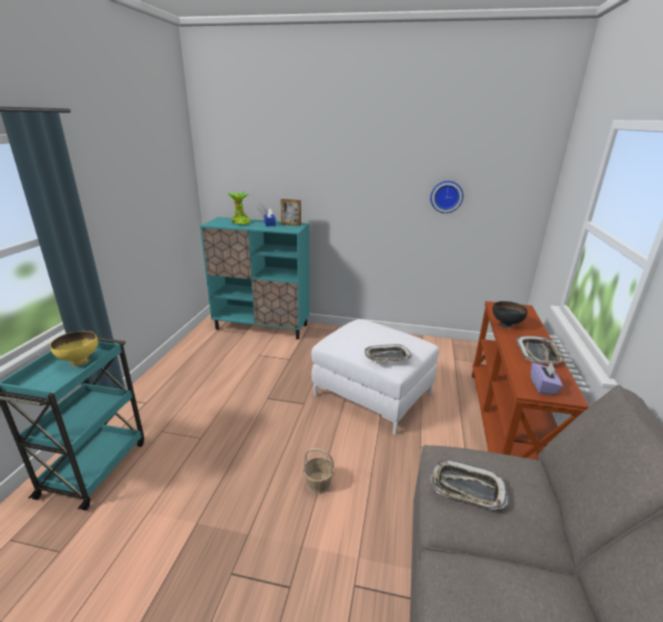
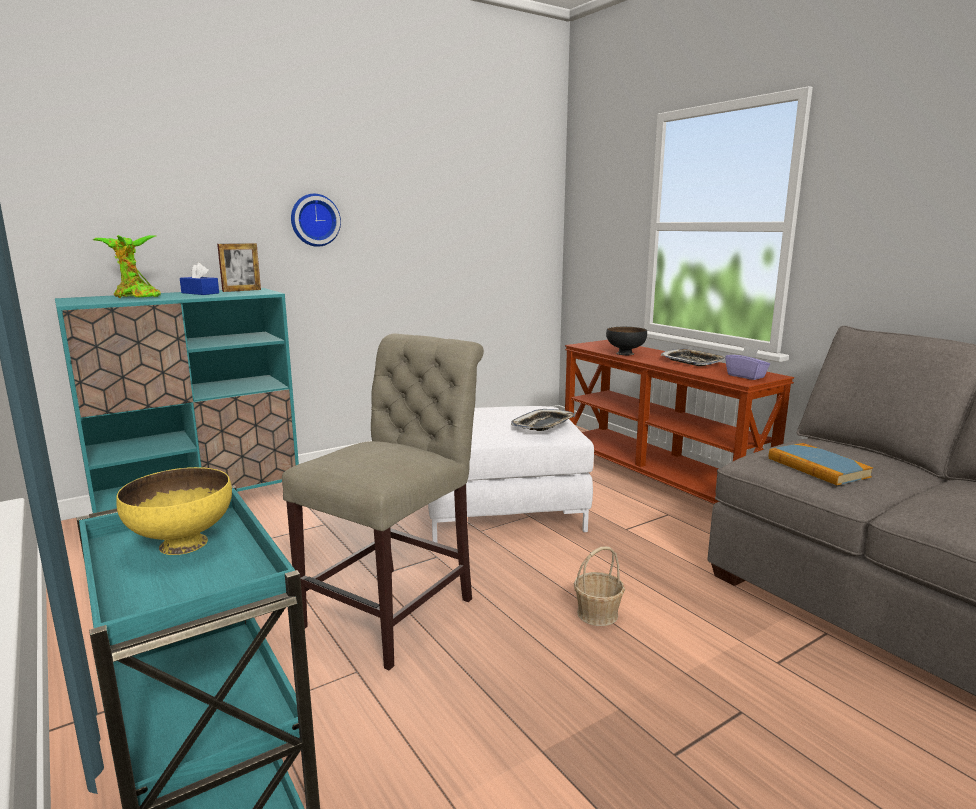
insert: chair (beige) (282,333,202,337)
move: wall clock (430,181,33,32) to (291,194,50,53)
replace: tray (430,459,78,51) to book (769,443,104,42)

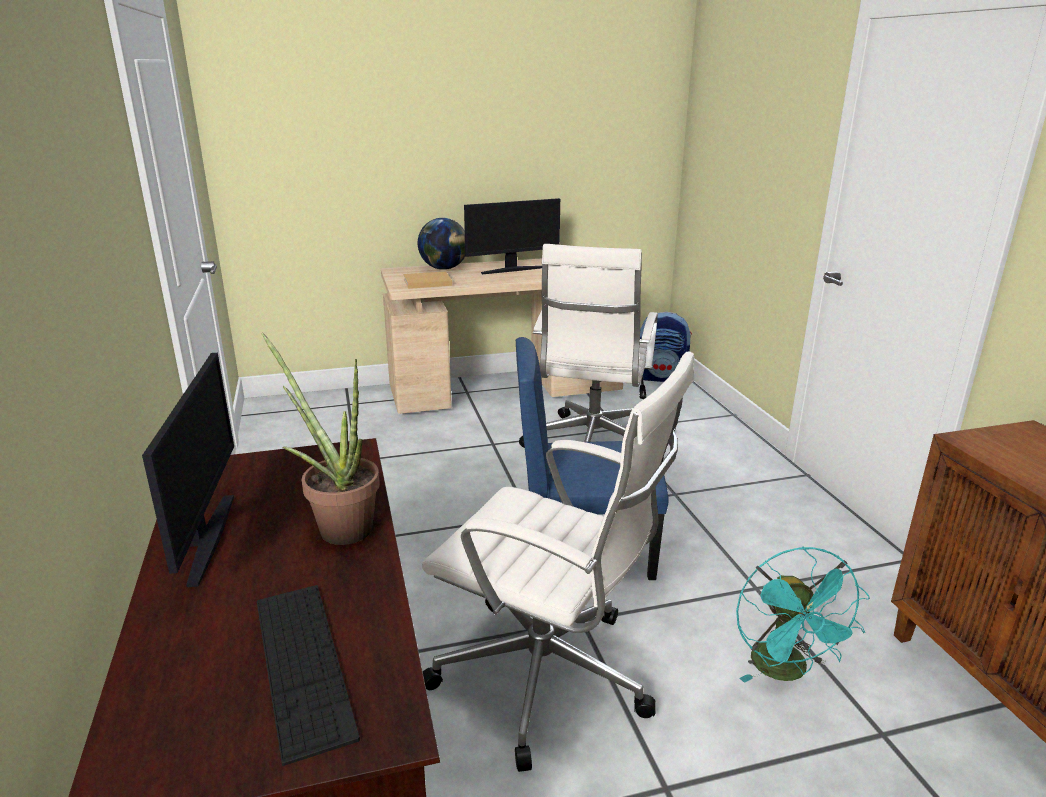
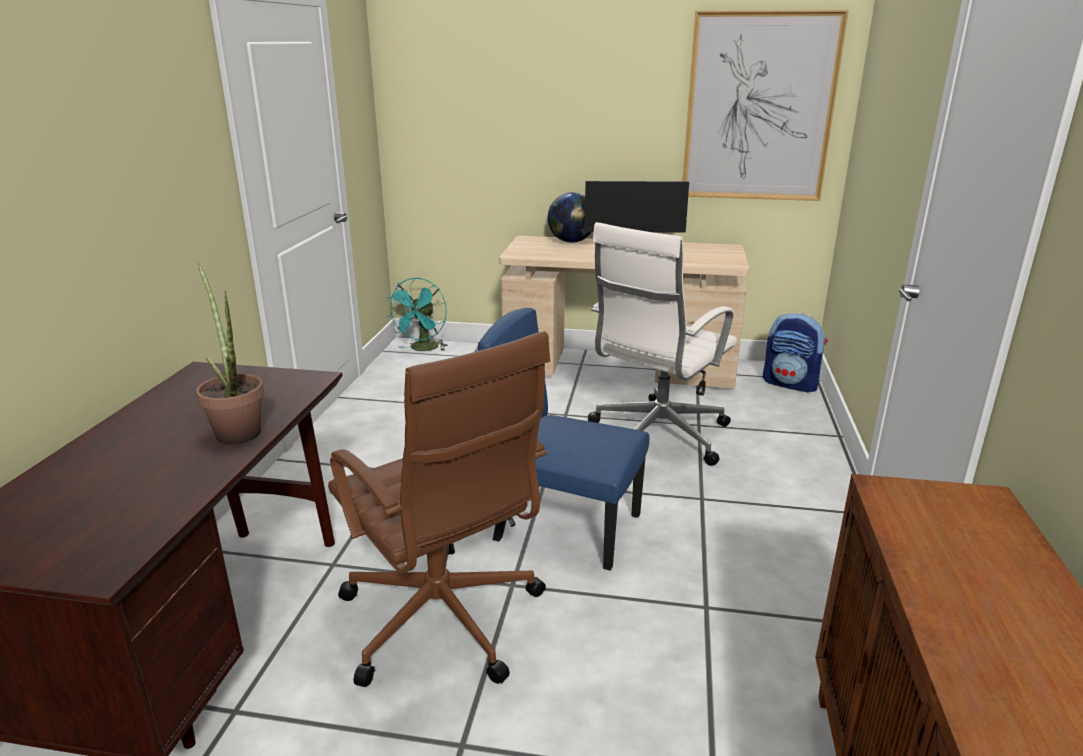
delete: book (beige) (403,271,49,18); monitor (142,353,92,234); keyboard (257,585,103,181)
insert: picture (682,10,167,191)
move: fan (turquoise) (736,546,134,137) to (386,278,62,73)
recolor: office chair (white) (422,351,272,421) to office chair (brown) (328,331,222,356)

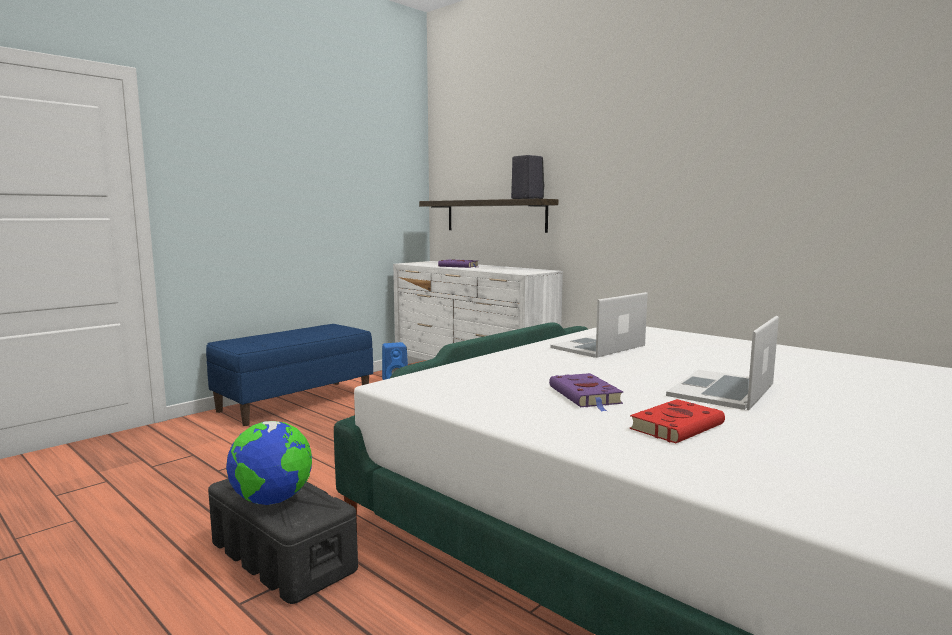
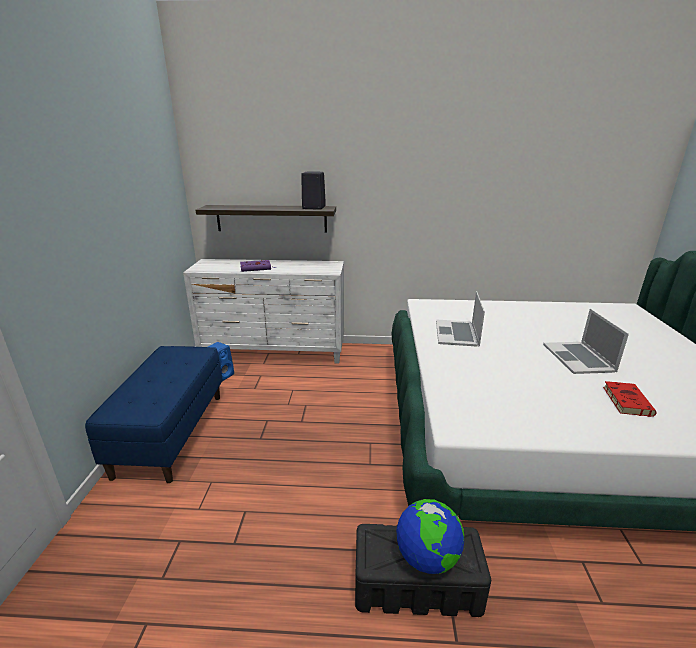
delete: book (purple) (549,373,74,38)

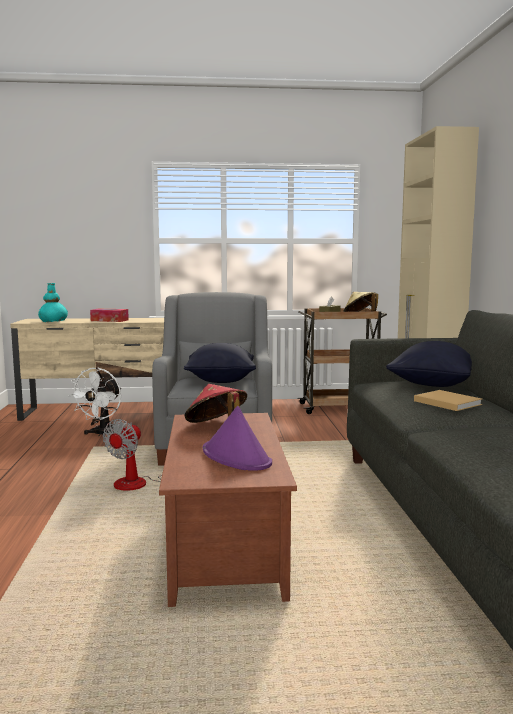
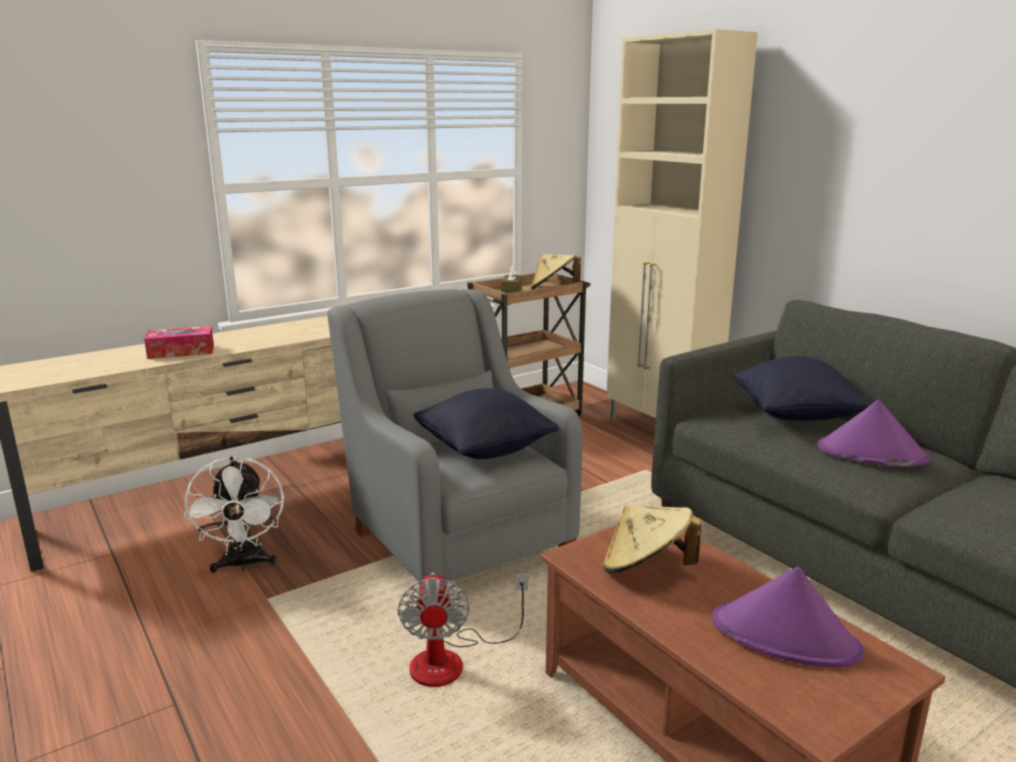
delete: vase (turquoise) (38,283,30,39)
replace: book (beige) (414,390,68,21) to hat (purple) (817,400,113,67)
recolor: hat (red) (184,384,63,39) to hat (beige) (603,505,99,68)

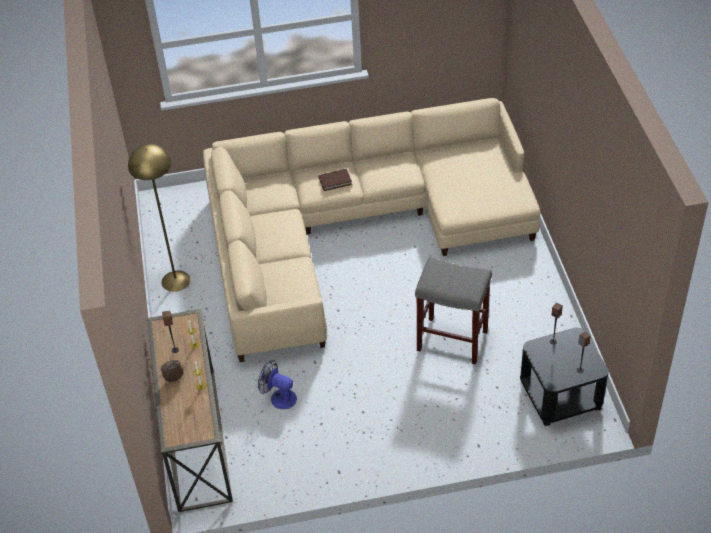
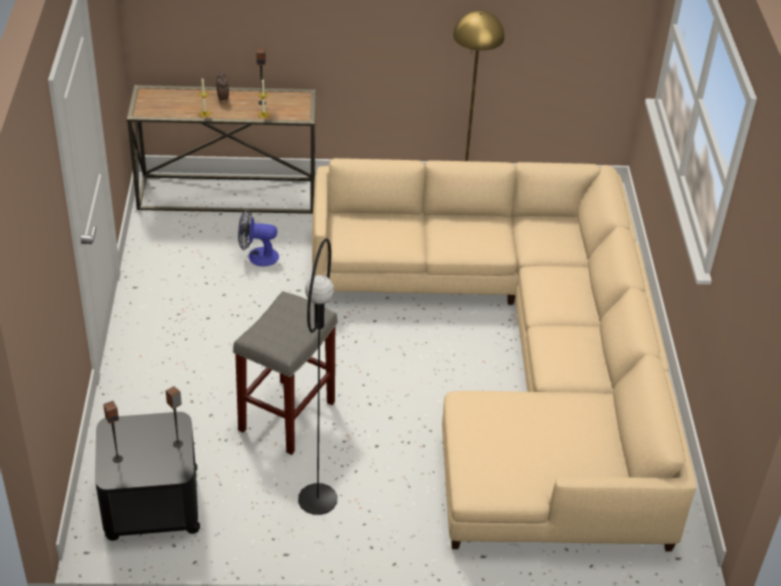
delete: book (brown) (318,169,34,22)
insert: floor lamp (black) (298,238,39,277)
rotate: fan (258,360,39,49) = (238,210,41,56) 120 degrees counterclockwise

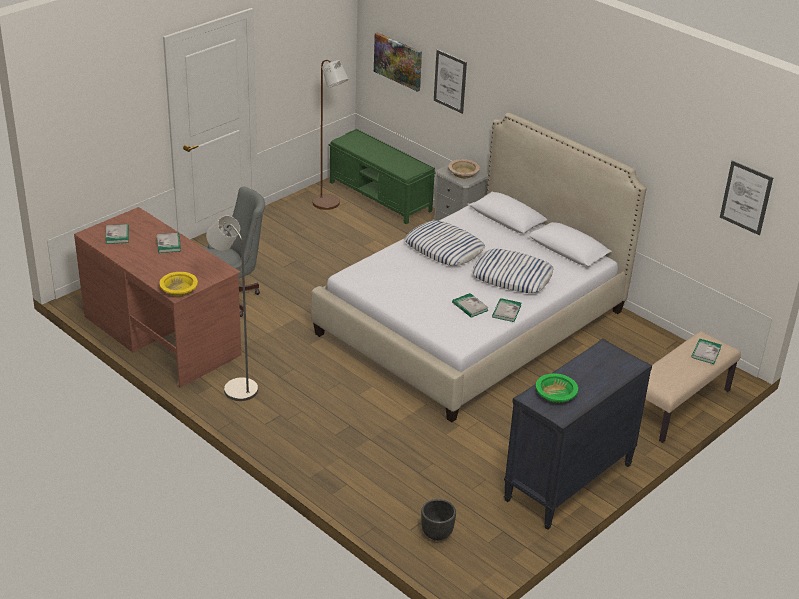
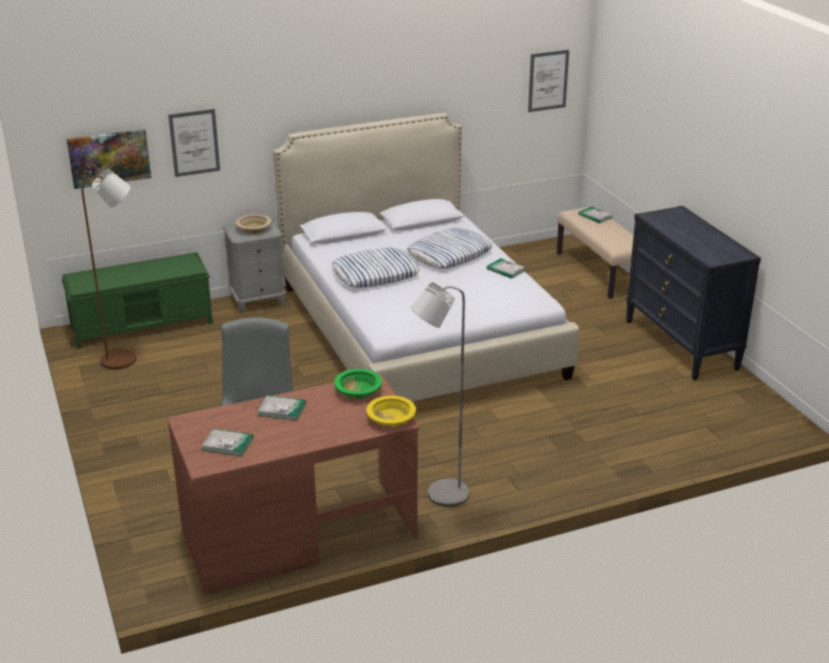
delete: book (452,293,37,24); planter (black) (421,499,35,42)
move: bowl (green) (536,374,42,29) to (334,369,48,30)

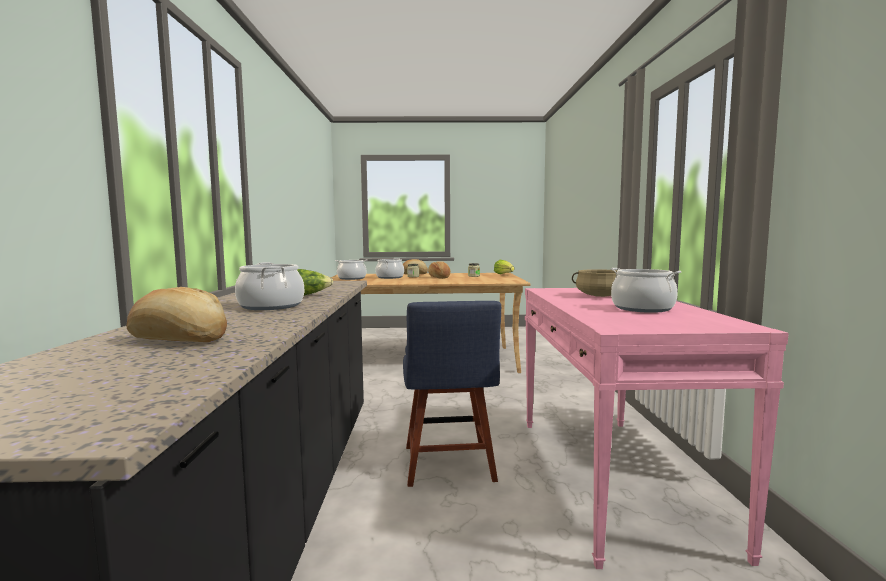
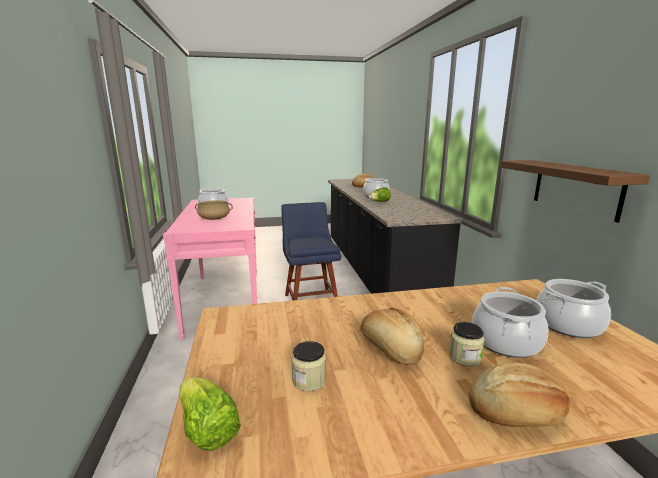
insert: shelf (brown) (500,160,150,63)

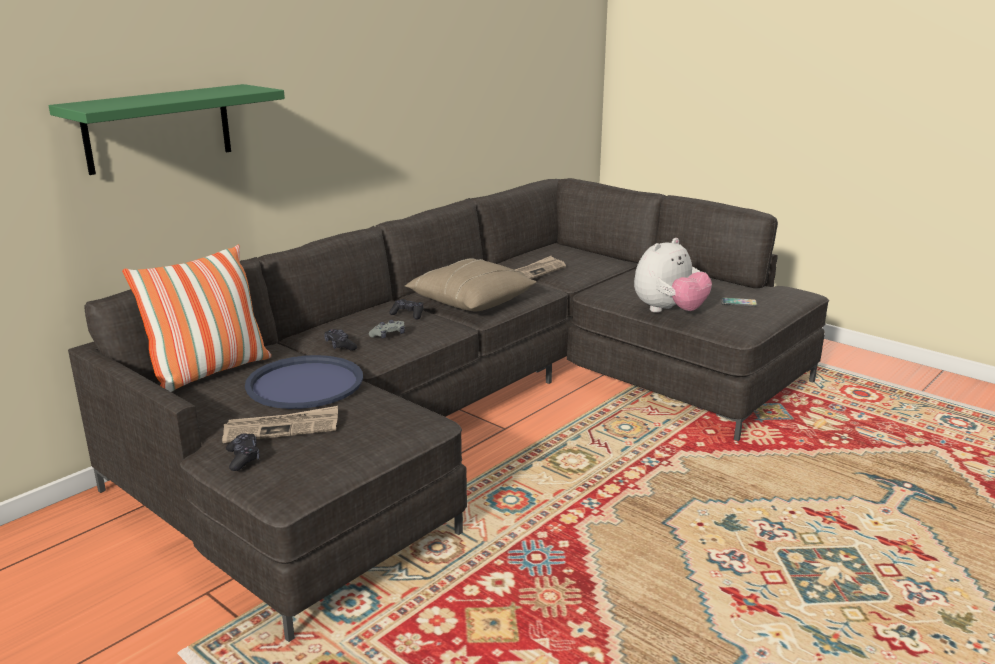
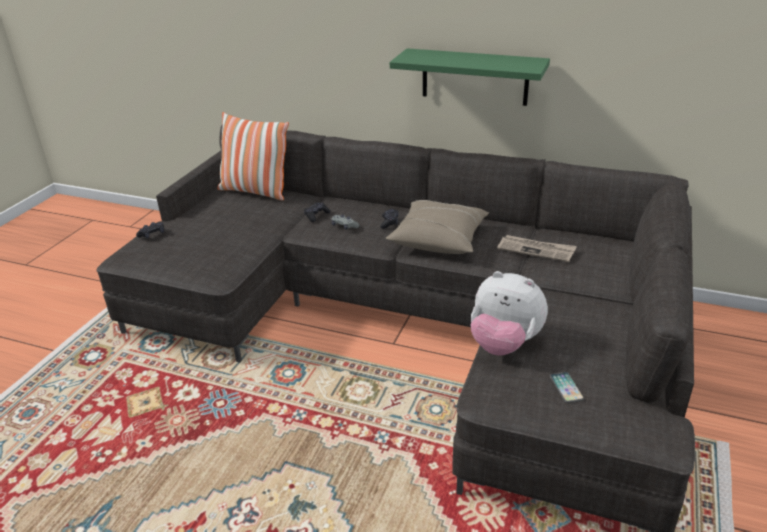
delete: tray (blue) (245,355,118,54); newspaper (222,406,116,37)
move: shelf (green) (49,84,236,91) to (390,48,160,58)

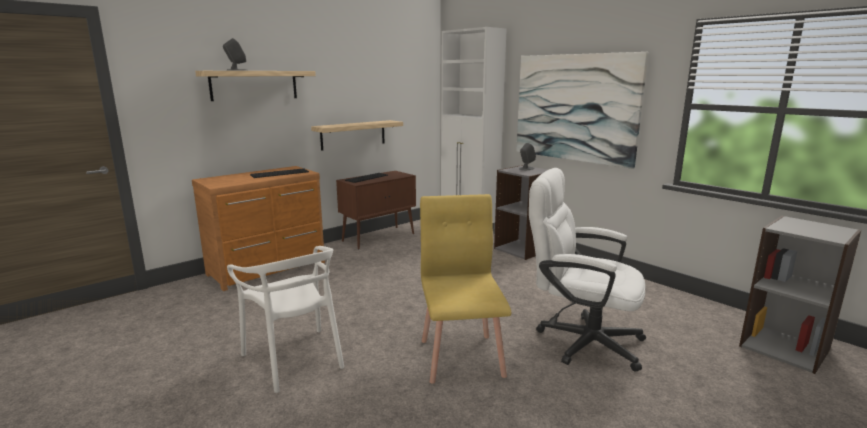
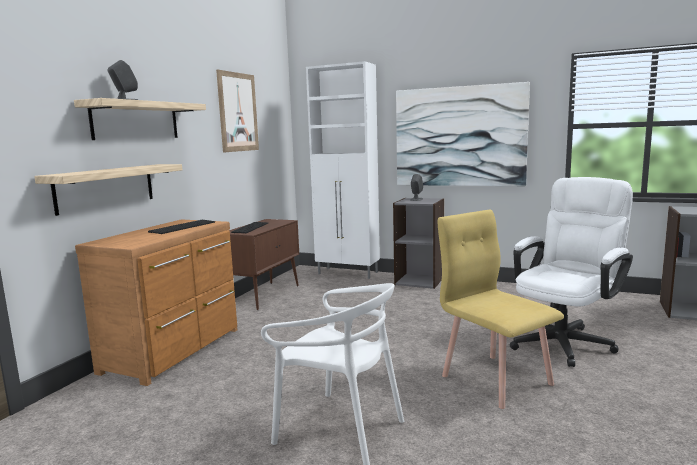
insert: picture (216,70,43,83)
move: shelf (311,120,92,31) to (34,164,148,52)
rotate: office chair (white) (529,168,117,204) = (510,177,123,190) 135 degrees clockwise

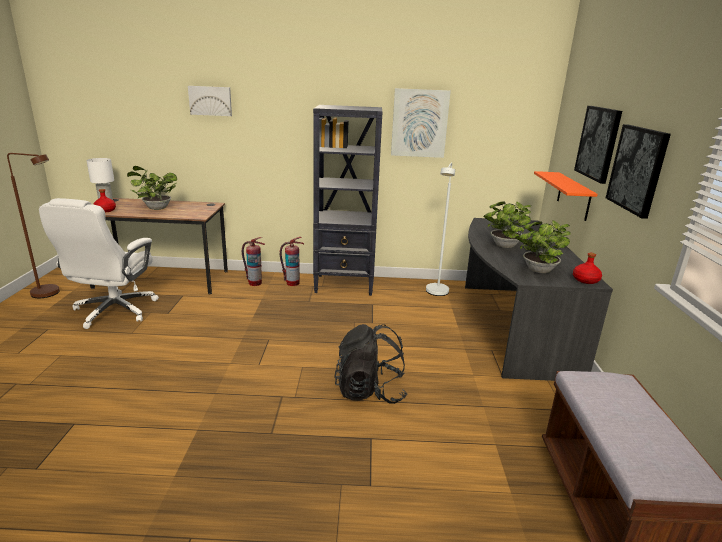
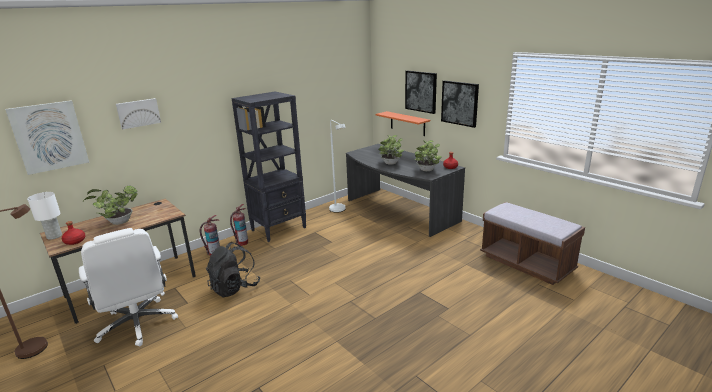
move: picture (391,88,60,70) to (5,100,84,75); backpack (black) (334,324,74,80) to (206,242,54,55)

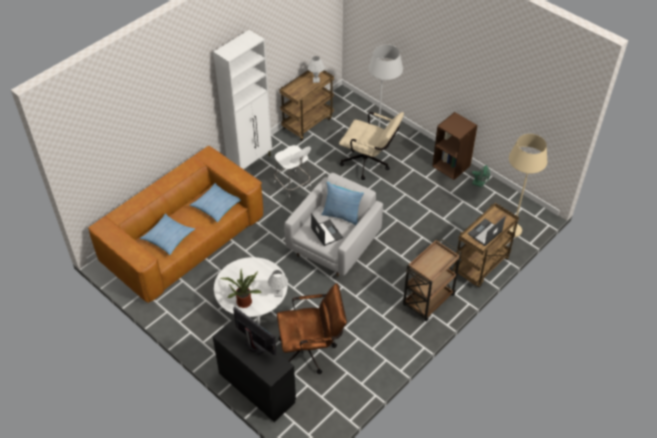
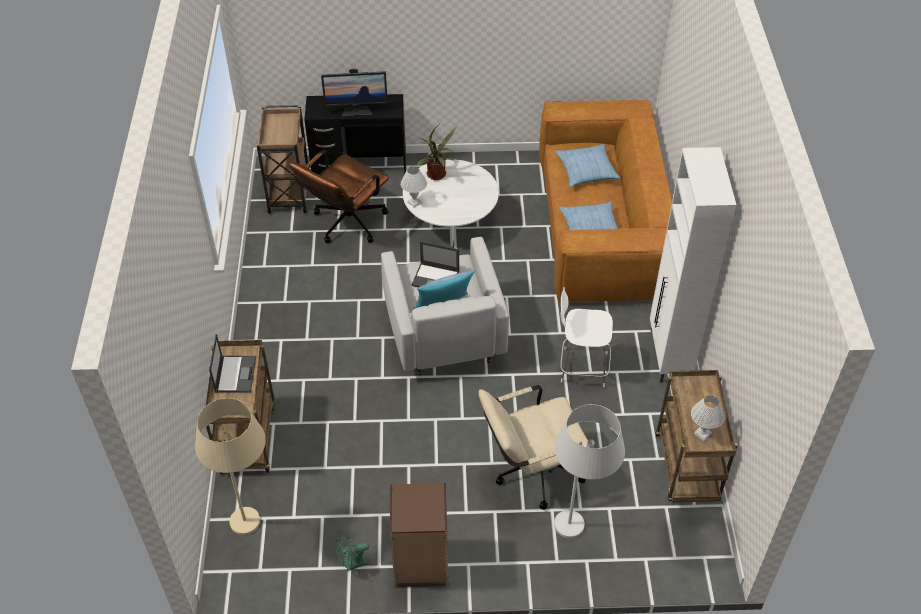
move: cart (brown) (403,239,59,83) to (257,105,52,109)

